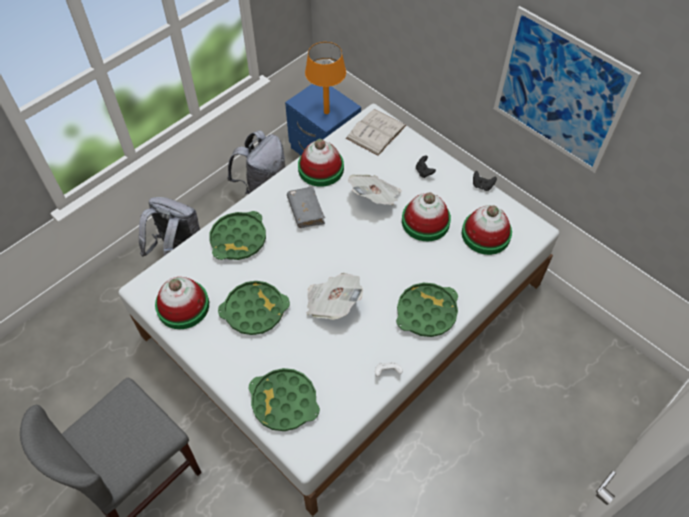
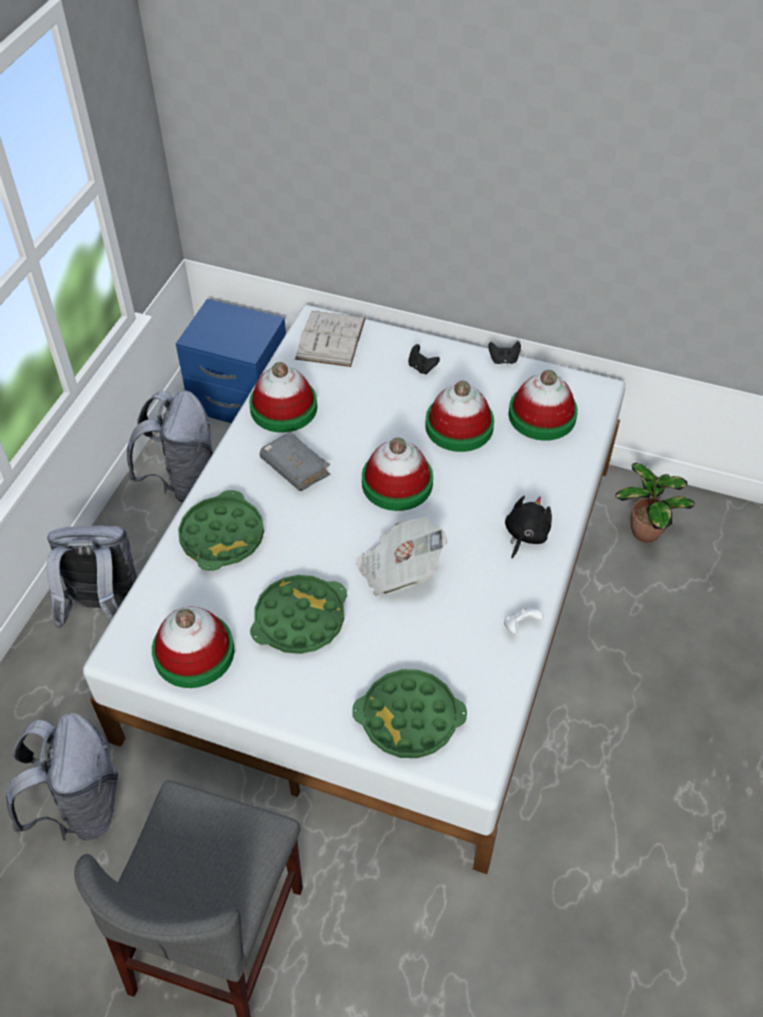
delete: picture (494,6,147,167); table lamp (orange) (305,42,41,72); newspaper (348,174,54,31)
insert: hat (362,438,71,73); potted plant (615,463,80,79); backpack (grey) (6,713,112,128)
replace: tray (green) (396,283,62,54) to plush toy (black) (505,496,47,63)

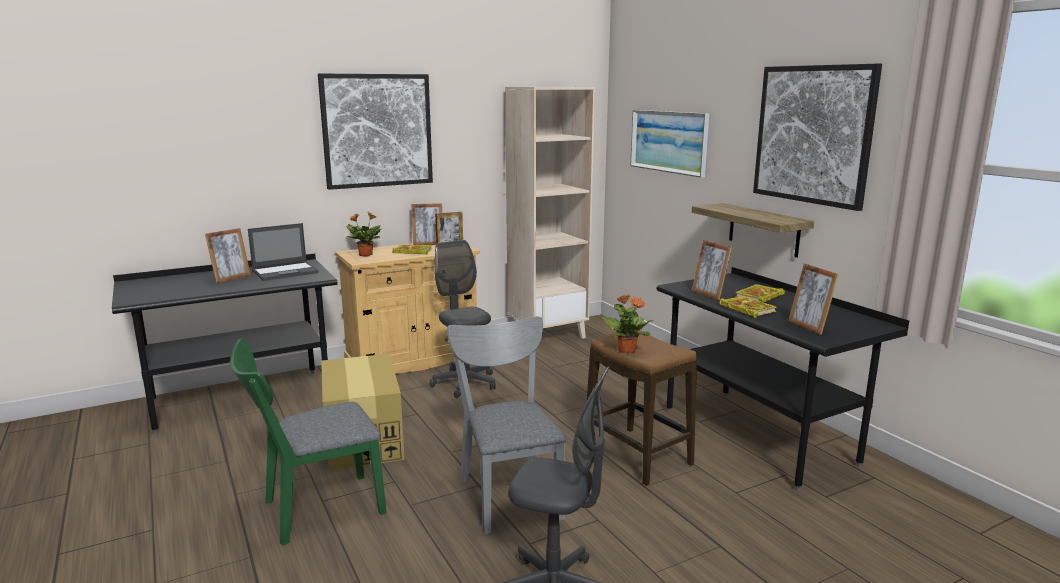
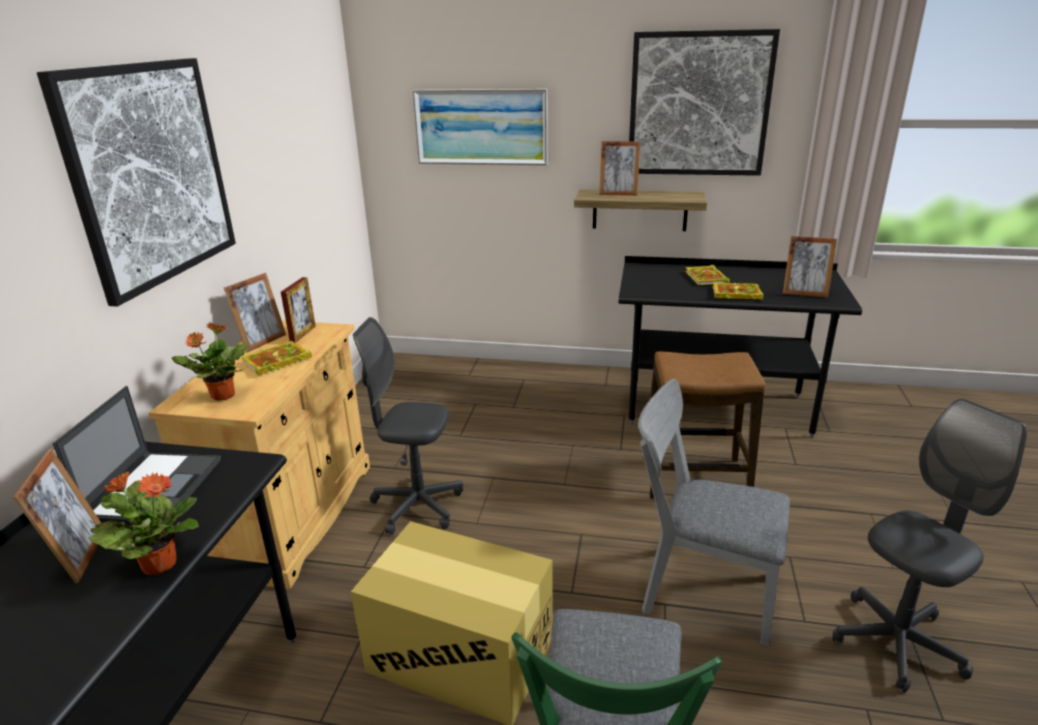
delete: bookcase (beige) (505,87,90,252)
move: picture frame (692,240,40,60) to (599,141,42,55); potted plant (602,294,52,59) to (88,472,111,104)

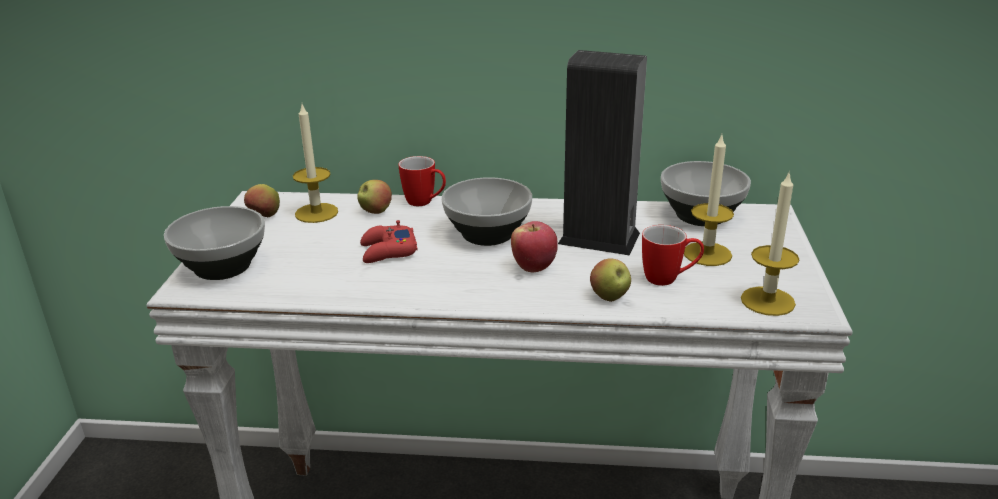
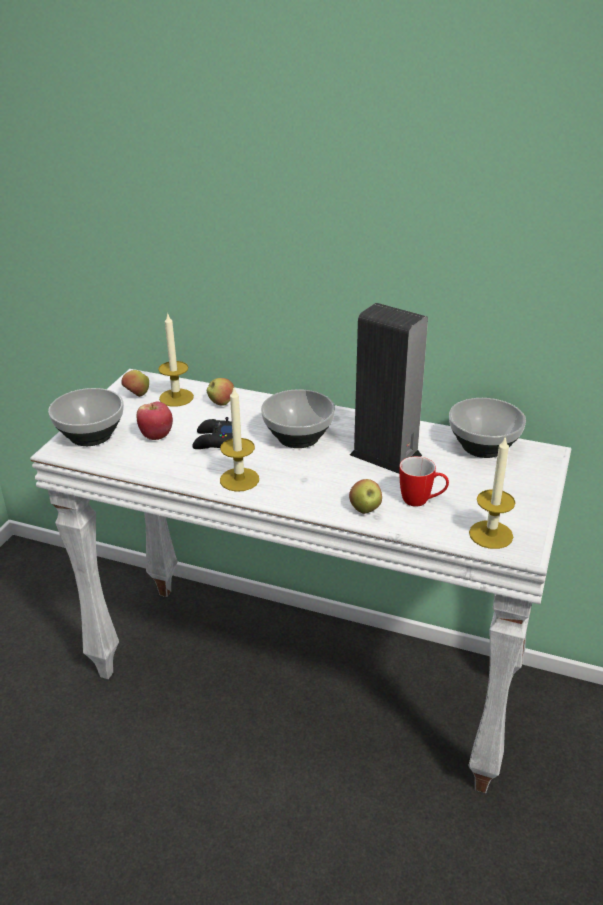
delete: mug (398,156,48,50)
move: candle (684,135,50,131) to (220,388,39,104); apple (511,221,47,51) to (137,402,36,38)
recolor: game controller (red) (360,220,58,43) to game controller (black) (192,417,41,32)

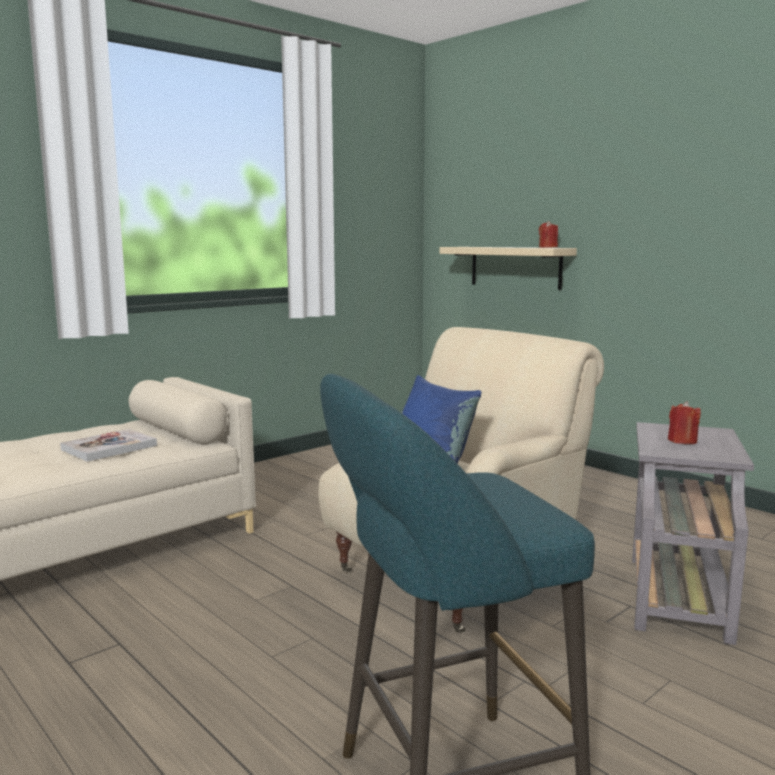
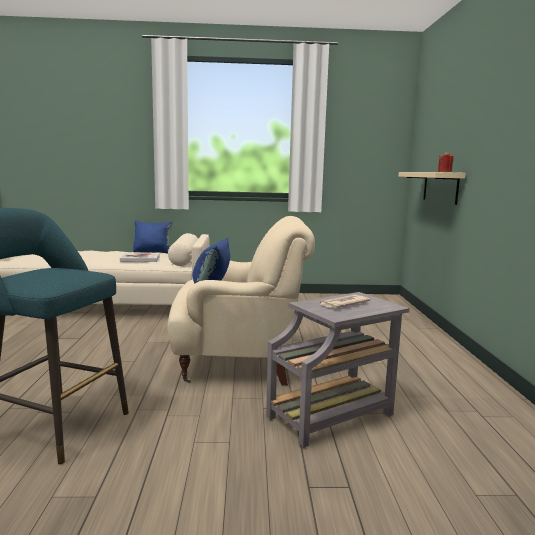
insert: pillow (blue) (133,221,40,32)
replace: candle (red) (668,401,33,43) to newspaper (320,295,50,13)

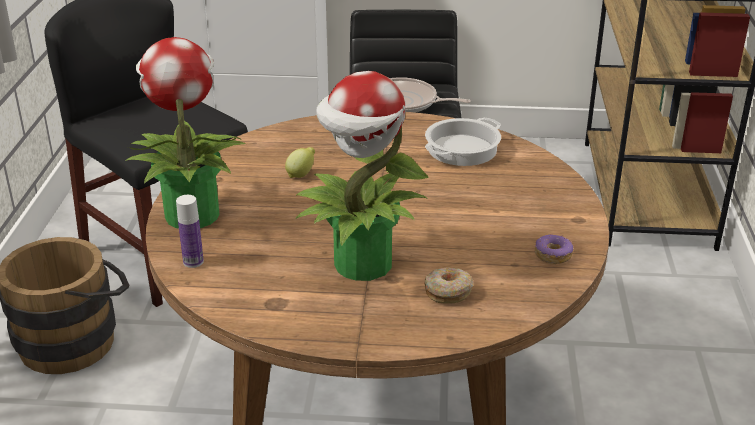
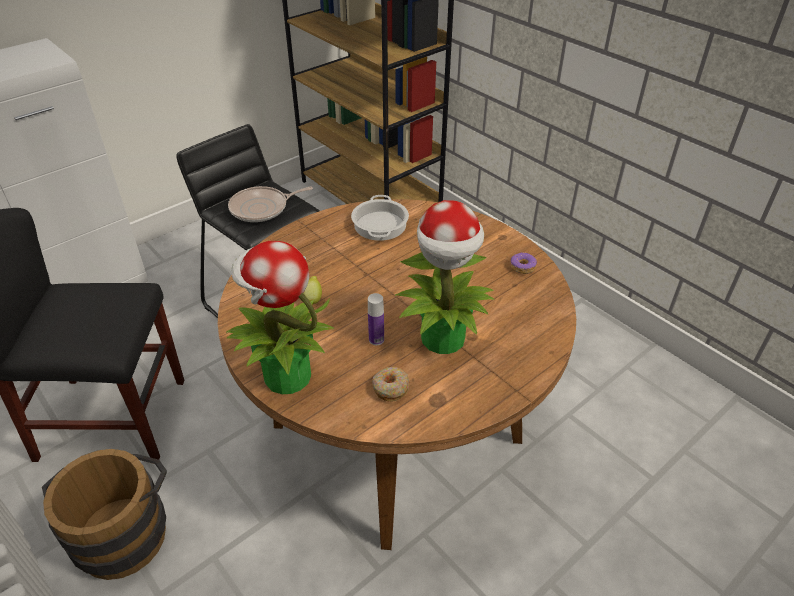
move: bottle (176,195,28,73) to (368,293,16,52); donut (424,268,50,36) to (372,367,37,34)

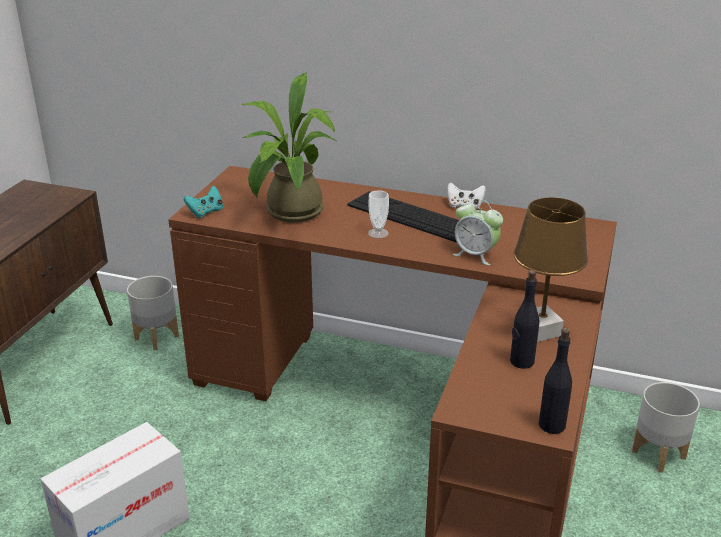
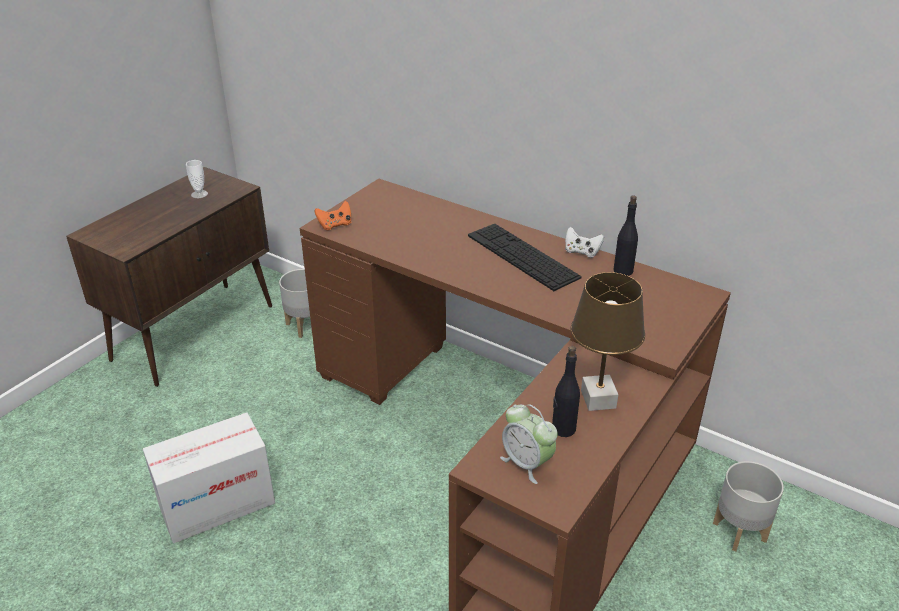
delete: potted plant (242,72,96,151)
move: cup (368,190,21,48) to (186,160,22,38); alarm clock (453,199,50,66) to (500,404,58,80); bottle (black) (539,328,33,106) to (614,195,24,81)
recolor: game controller (turquoise) (184,186,39,32) to game controller (orange) (314,201,37,29)

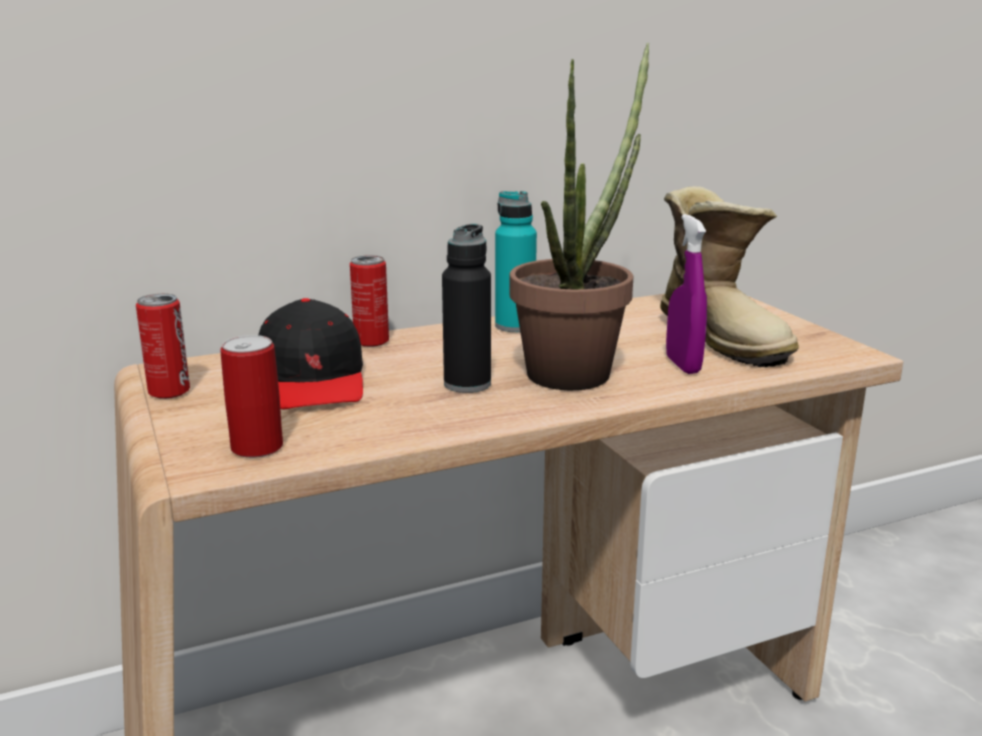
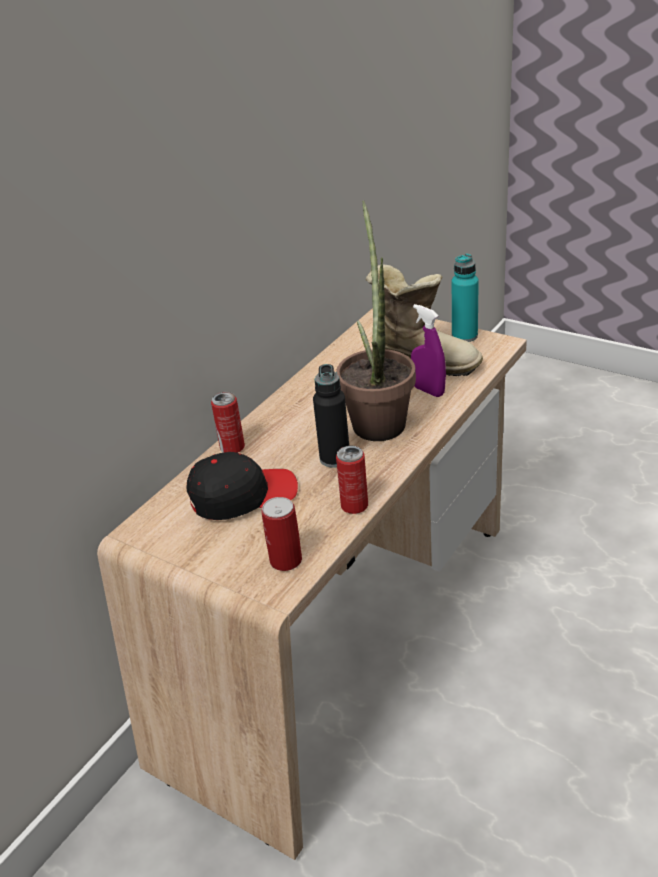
move: bottle (turquoise) (495,191,42,141) to (452,254,27,88); can (136,294,54,105) to (336,446,32,68)
rotate: cap (black) (259,298,104,111) = (187,452,111,68) 60 degrees counterclockwise

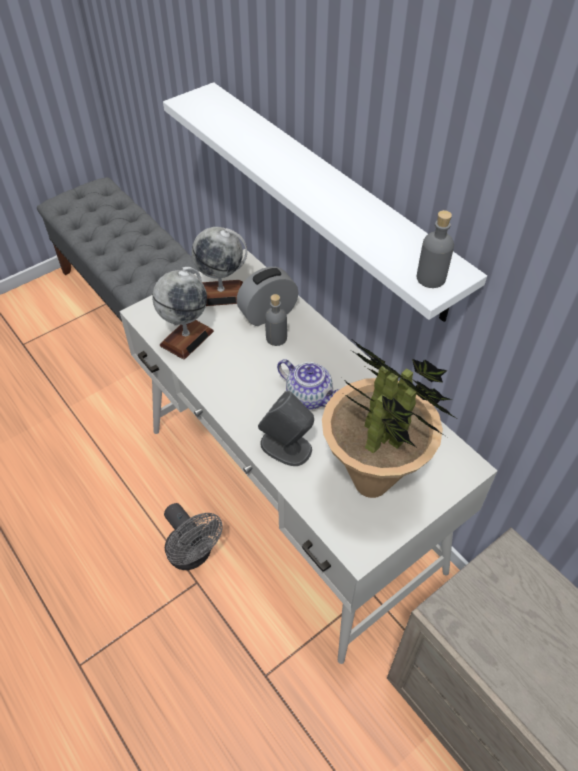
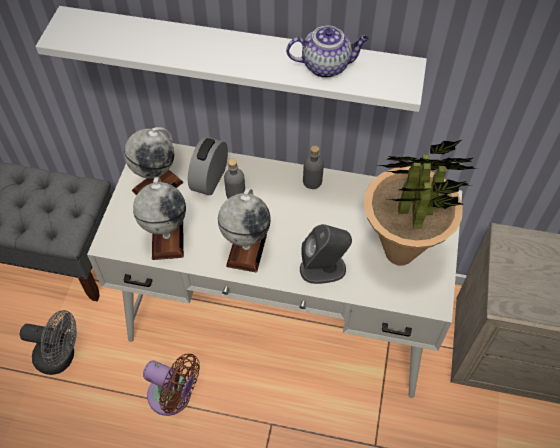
insert: globe (218,188,53,85); fan (brown) (143,353,57,63)
move: bottle (grey) (417,210,37,78) to (303,145,21,44); teapot (277,359,63,51) to (286,26,83,52); fan (grey) (164,503,58,67) to (20,310,57,65)

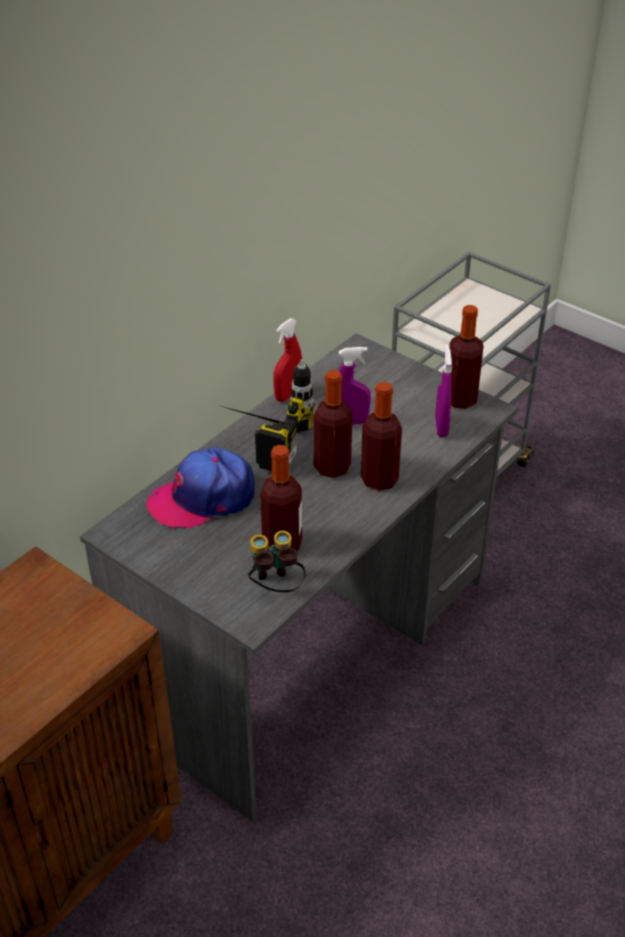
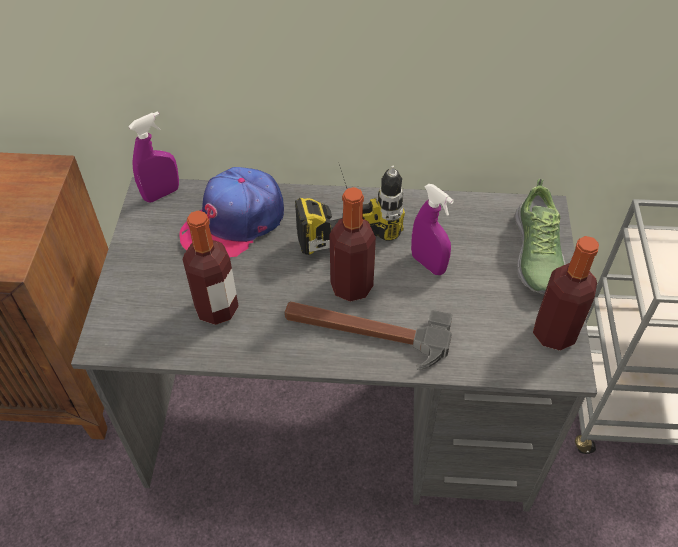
delete: spray bottle (red) (273,318,29,84); binoculars (248,531,58,61)
insert: shoe (515,179,51,115)
move: spray bottle (purple) (435,344,17,93) to (128,111,51,91)
replace: bottle (361,382,41,109) to hammer (285,301,168,69)
rotate: cap (146,447,109,82) = (179,167,105,90) 75 degrees counterclockwise

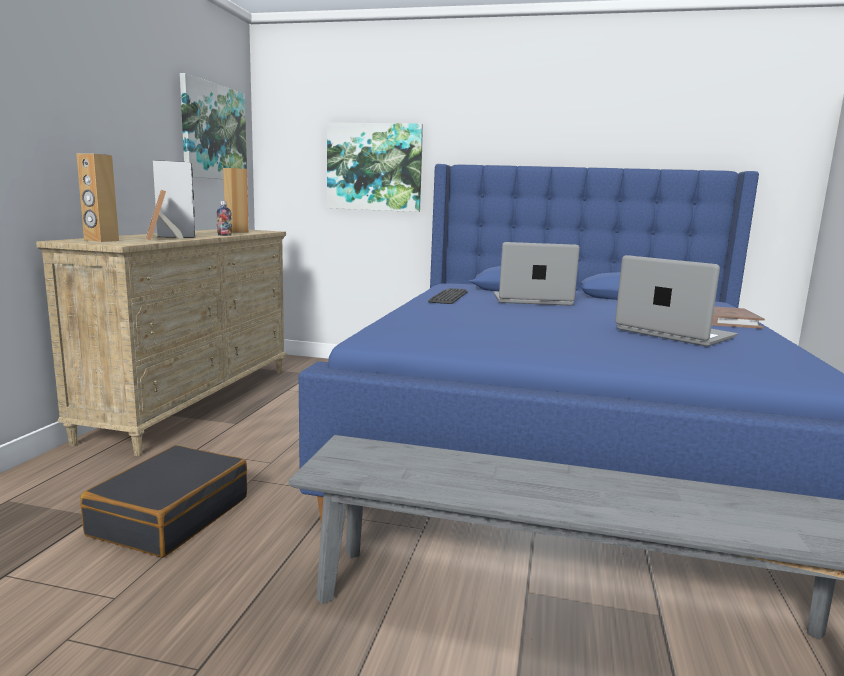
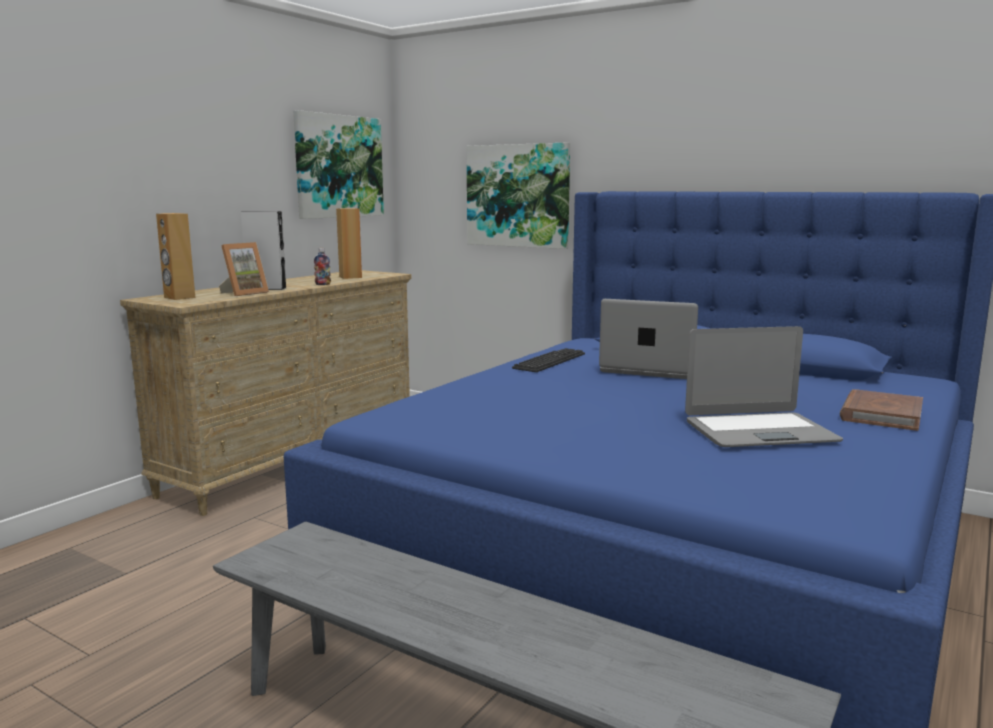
delete: suitcase (black) (81,445,166,113)
rotate: picture frame (146,190,38,50) = (219,242,50,54) 135 degrees counterclockwise; laptop (615,255,122,91) = (685,326,158,121) 105 degrees clockwise

